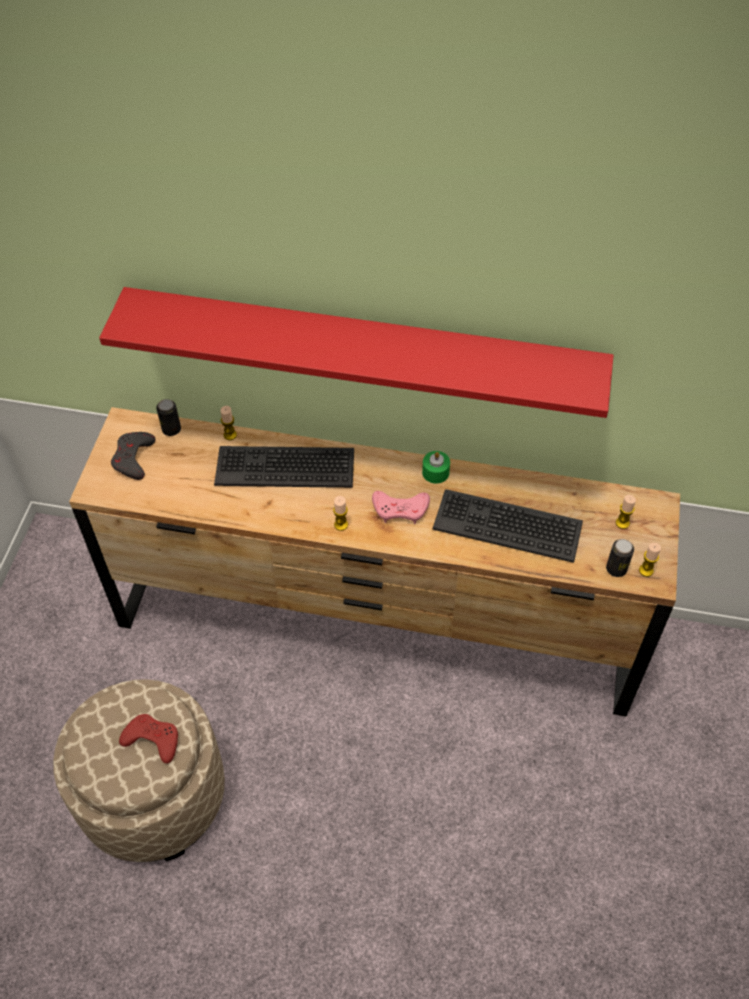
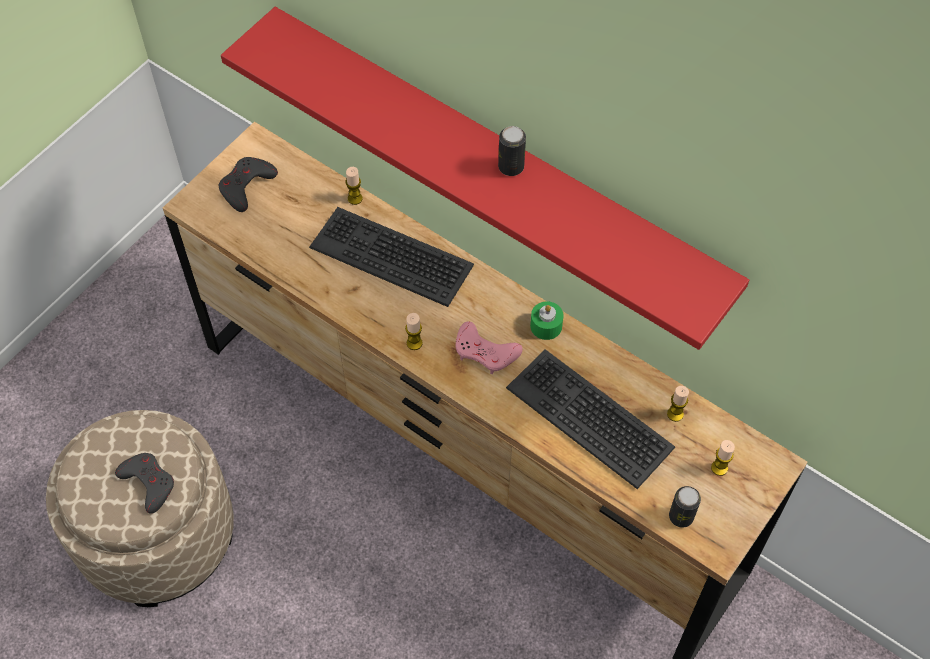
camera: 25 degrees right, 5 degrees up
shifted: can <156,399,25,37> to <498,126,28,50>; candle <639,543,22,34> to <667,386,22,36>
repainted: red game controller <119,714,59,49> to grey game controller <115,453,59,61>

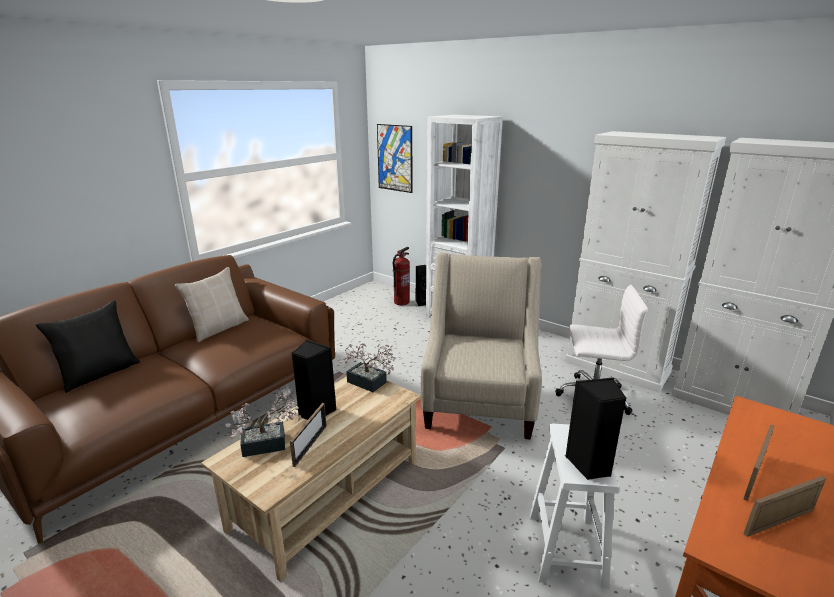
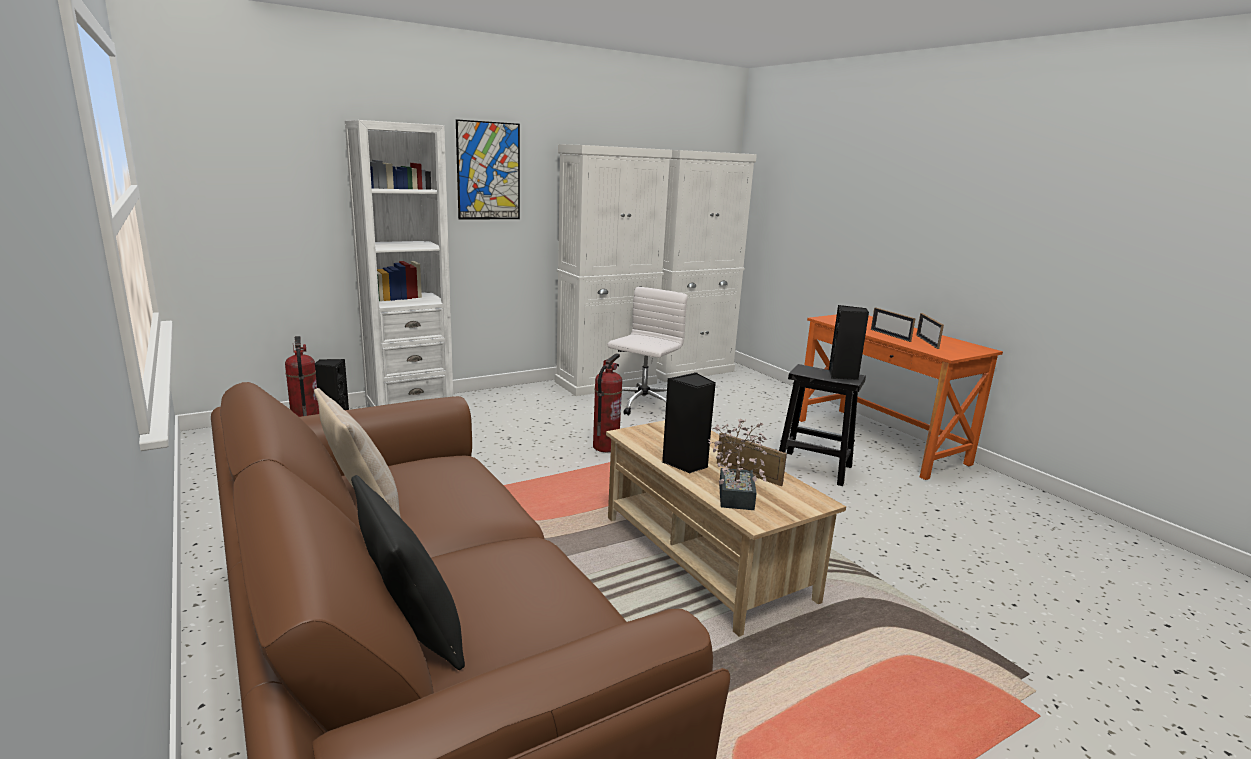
camera: 70 degrees left, 5 degrees down
gone: potted plant <338,343,59,49>
shifted: picture <377,124,36,69> to <456,119,64,101>
swapped: beige armchair <421,252,121,187> to fire extinguisher <593,353,29,99>
repainted: white stool <530,424,90,165> to black stool <779,364,87,122>

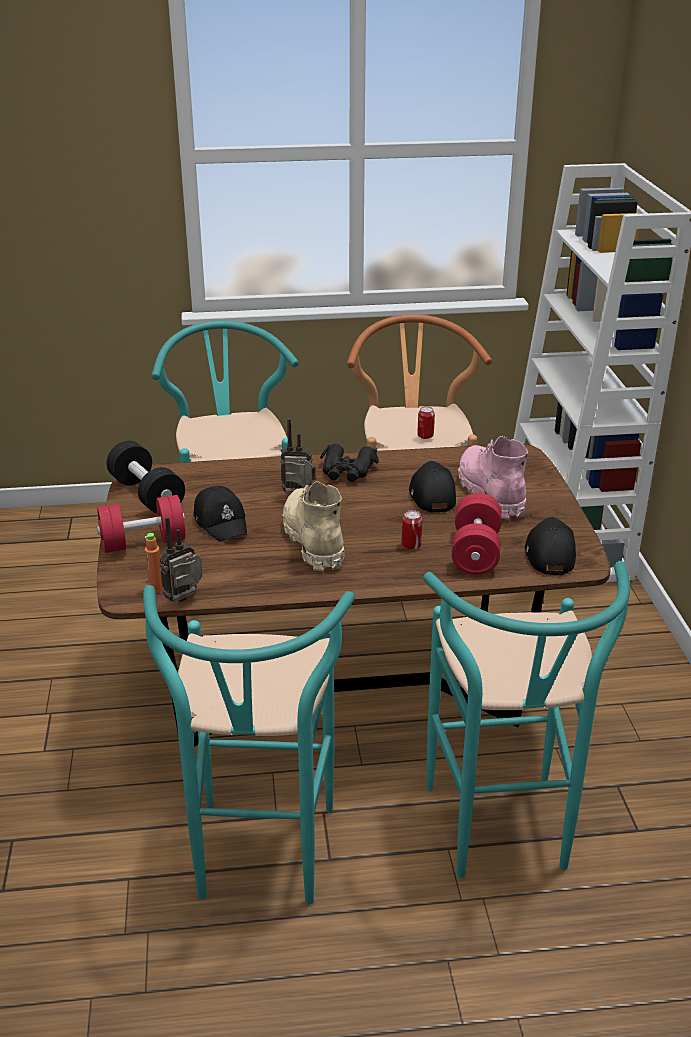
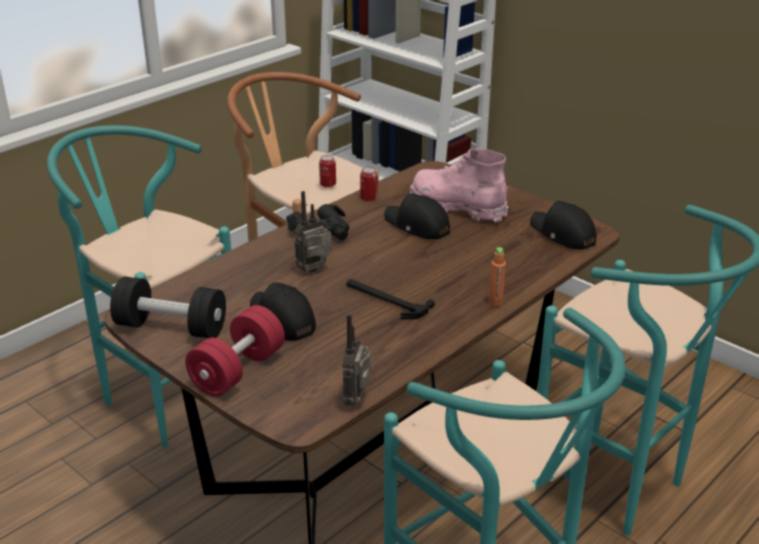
camera: 40 degrees left, 0 degrees up
gone: red dumbbell <451,493,51,82>
shifted: can <401,510,22,40> to <360,167,18,34>; orange bottle <145,533,19,60> to <489,247,17,60>
swapped: beige boot <283,481,61,91> to hammer <346,279,89,40>
rotated: black cap <194,486,53,56> = <250,282,66,59> 150 degrees counterclockwise

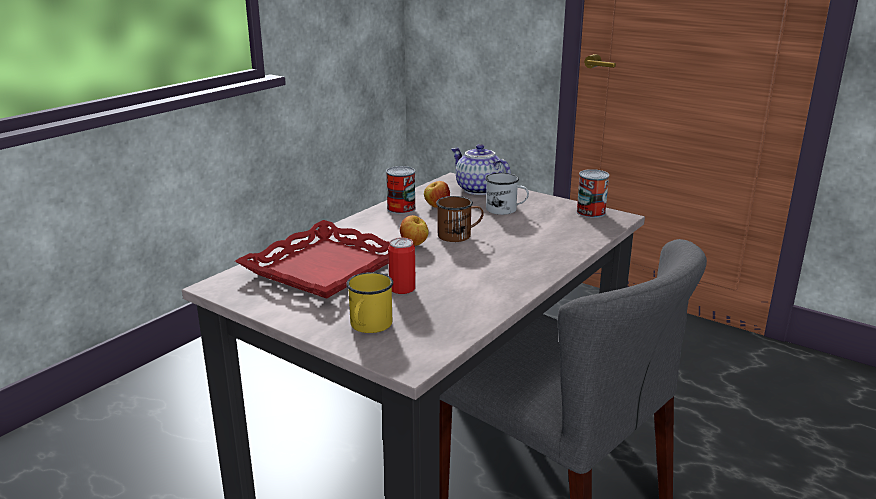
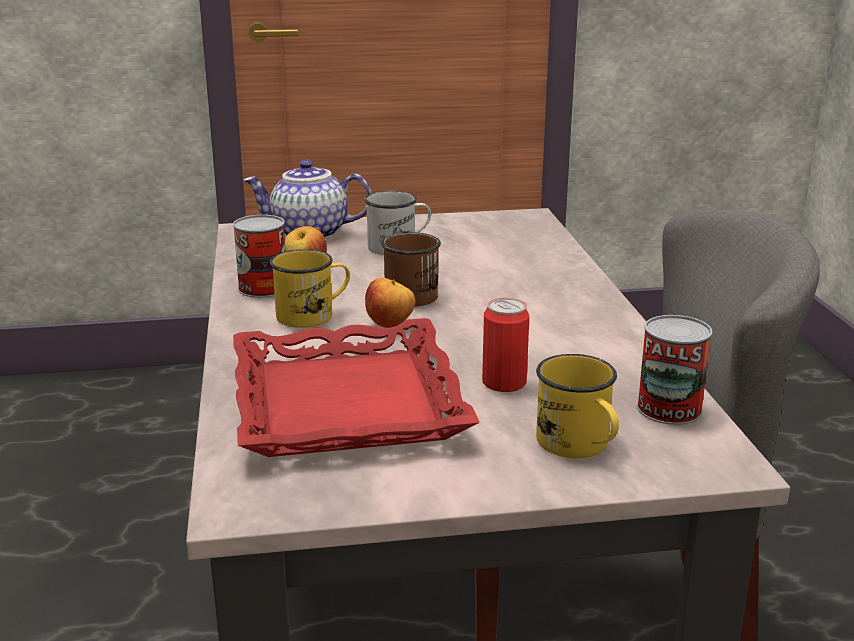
camera: 45 degrees left, 0 degrees up
new: yellow mug <270,249,80,79>
shifted: can <576,169,33,49> to <637,315,75,110>

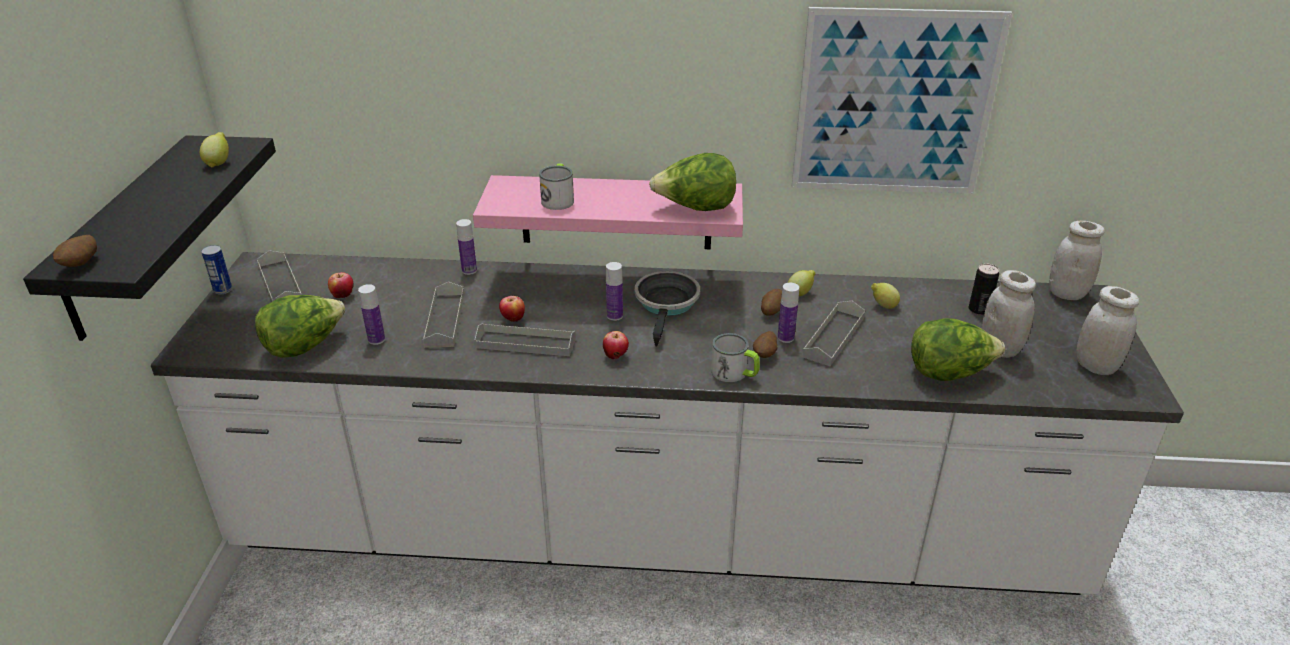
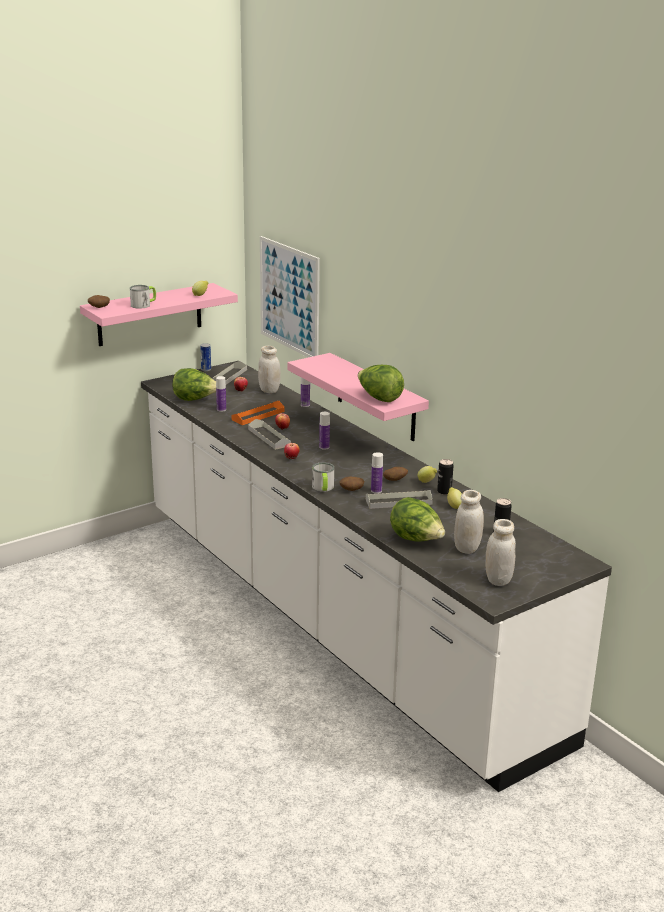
camera: 50 degrees right, 10 degrees down
gone: frying pan <635,271,65,75>
new: can <437,459,17,36>
shifted: picture <792,7,220,187> to <260,236,60,121>; mug <539,164,35,46> to <130,285,26,24>; white jar <1049,221,56,79> to <258,346,23,47>
repainted: black shelf <23,135,253,206> to pink shelf <80,283,158,63>; grey tray <423,282,41,66> to orange tray <232,401,53,24>

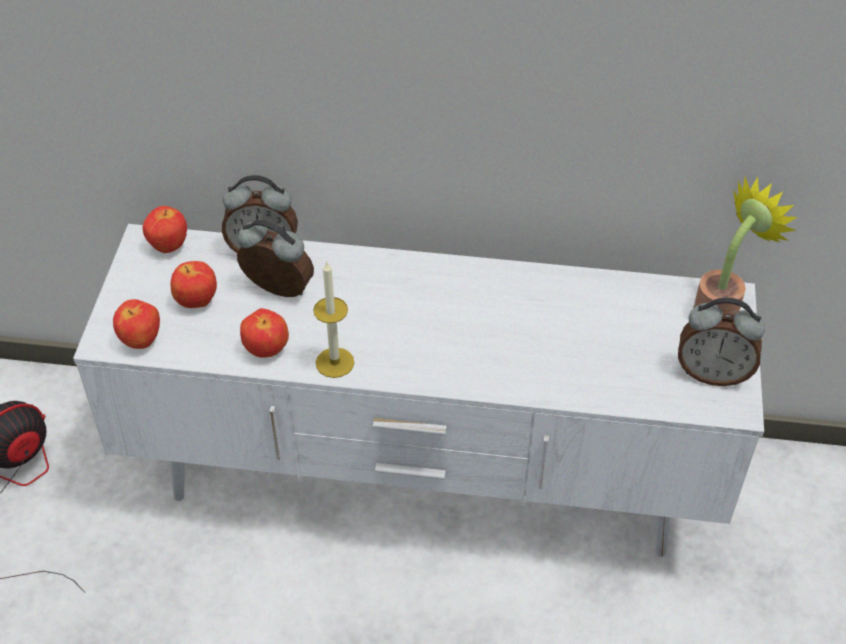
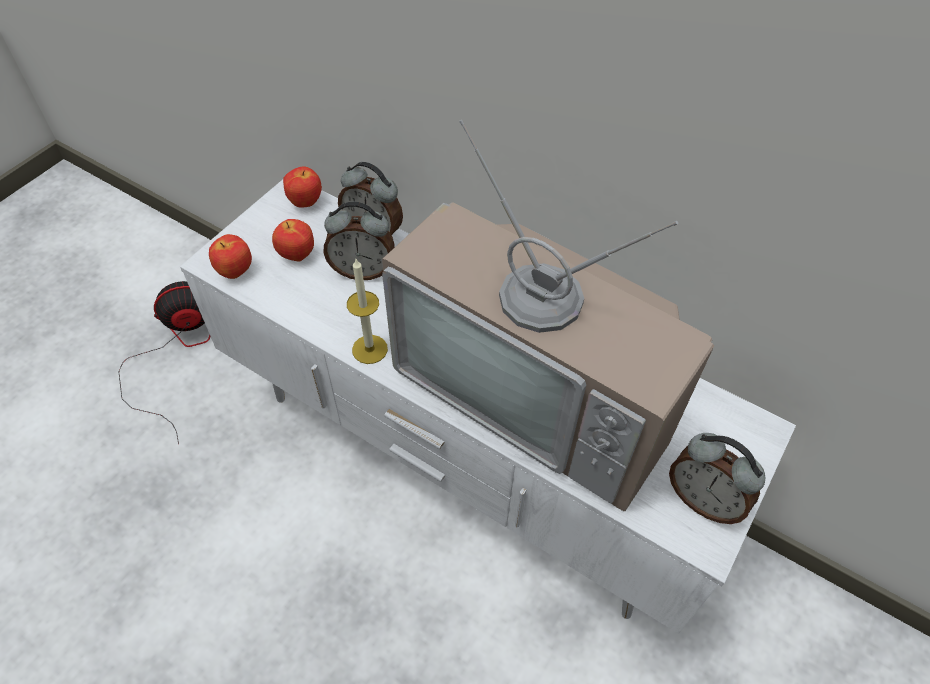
camera: 25 degrees right, 5 degrees up
gone: potted plant <693,176,104,139>; apple <240,308,49,50>
new: television <382,120,332,391>
rotated: alarm clock <237,219,77,78> = <323,202,72,78> 135 degrees clockwise

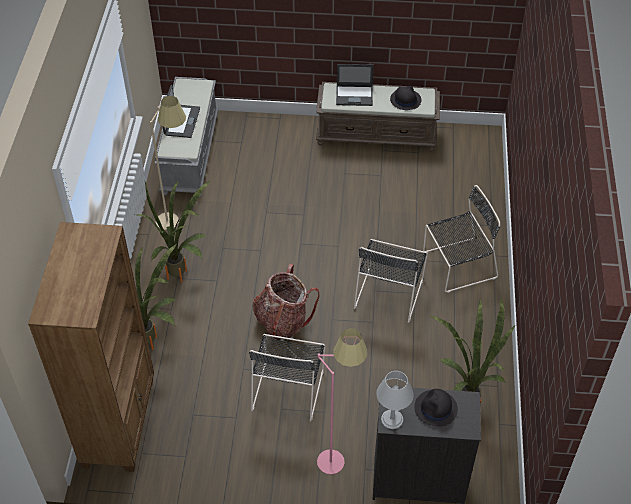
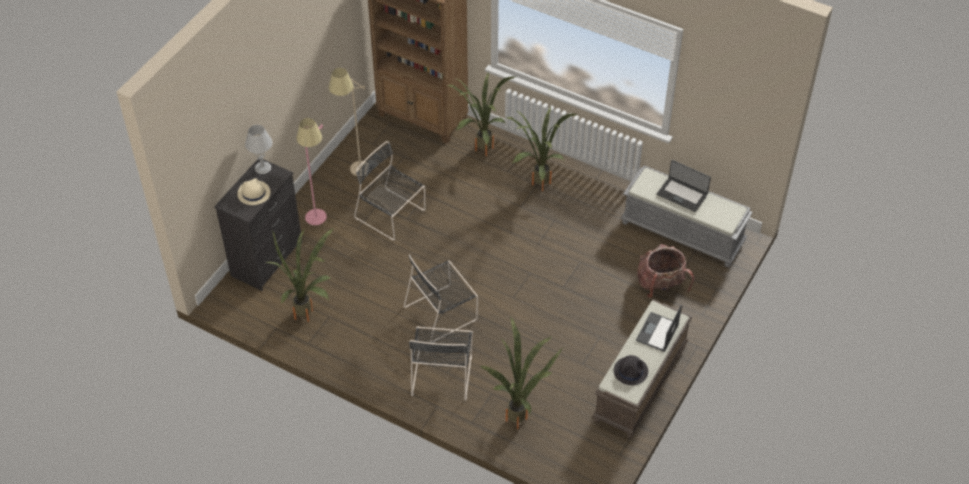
camera: 115 degrees right, 0 degrees up
new: potted plant <480,317,83,112>
shifted: beige floor lamp <150,96,36,134> to <329,68,42,108>; backpack <253,264,67,76> to <637,244,57,54>
repainted: black hat <414,389,44,38> to beige hat <237,178,33,27>
rotated: black chair <354,239,74,84> = <404,254,74,89> 75 degrees counterclockwise

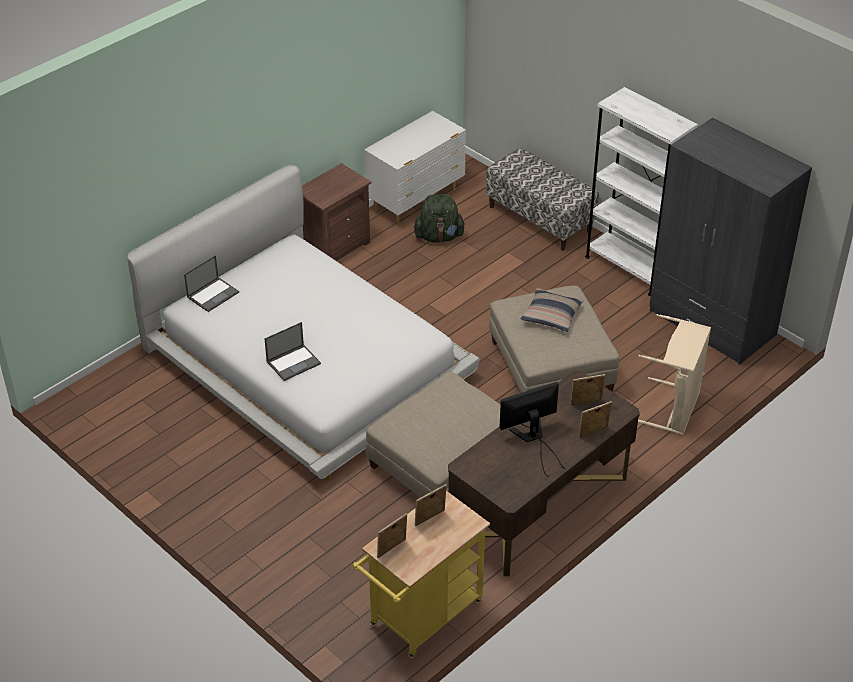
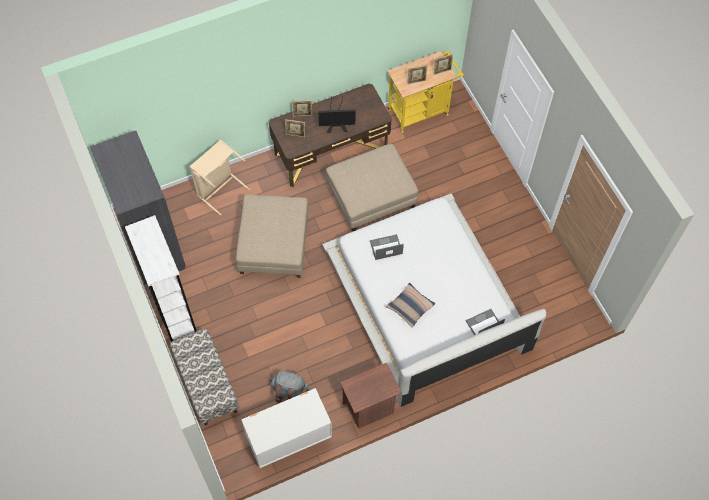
camera: 160 degrees left, 20 degrees up
shifted: pillow <521,288,62,44> to <386,283,49,45>; laptop <265,322,56,59> to <370,234,34,26>
repainted: green backpack <414,194,52,49> to grey backpack <270,370,39,33>

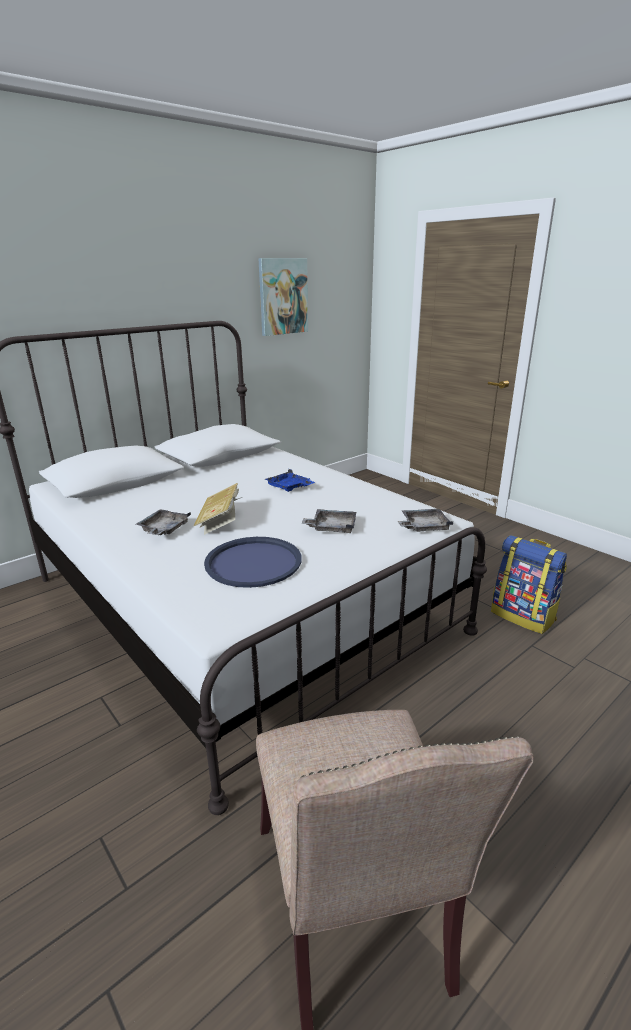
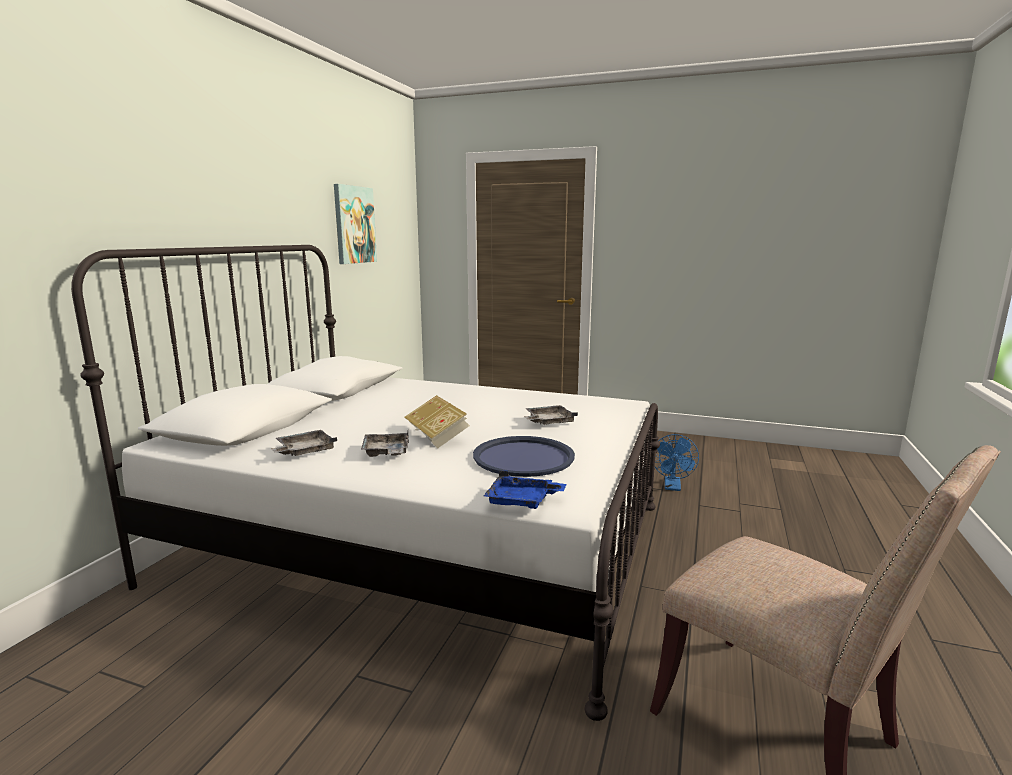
camera: 30 degrees left, 10 degrees down
shifted: blue tray <265,469,50,23> to <484,470,83,39>; grey tray <398,509,55,23> to <271,430,66,26>
swapped: backpack <491,535,76,99> to blue fan <655,434,44,57>

